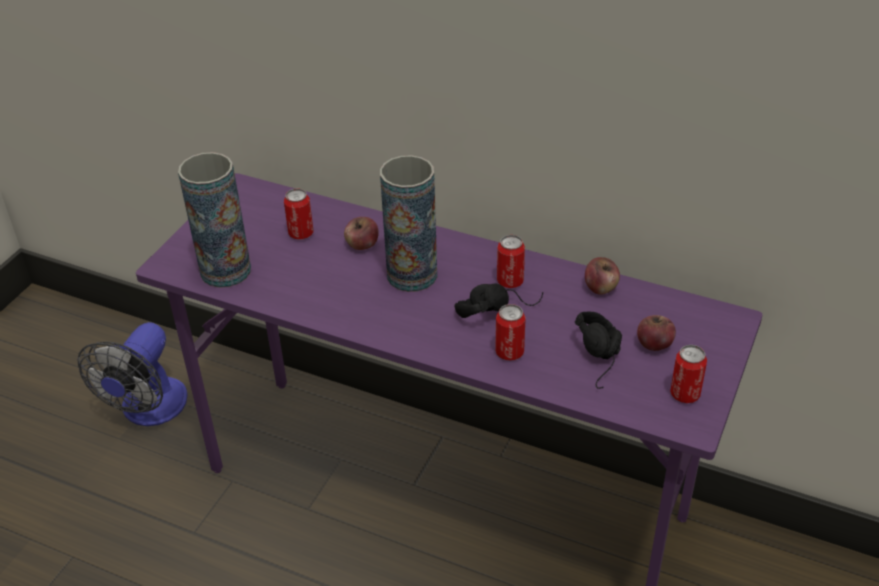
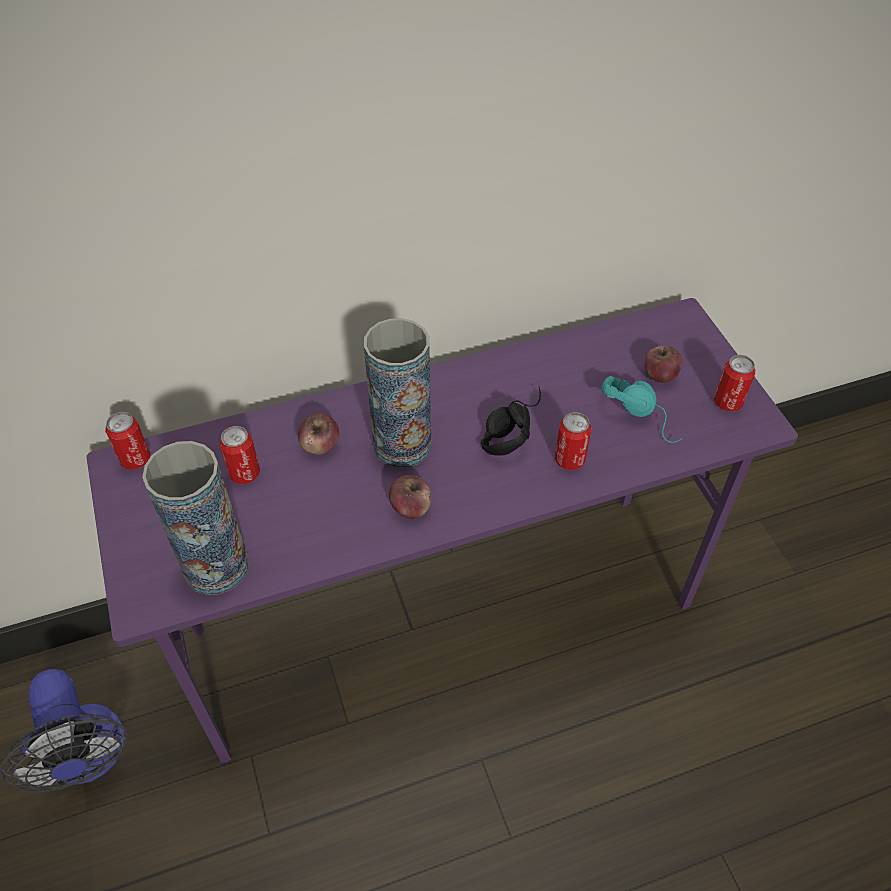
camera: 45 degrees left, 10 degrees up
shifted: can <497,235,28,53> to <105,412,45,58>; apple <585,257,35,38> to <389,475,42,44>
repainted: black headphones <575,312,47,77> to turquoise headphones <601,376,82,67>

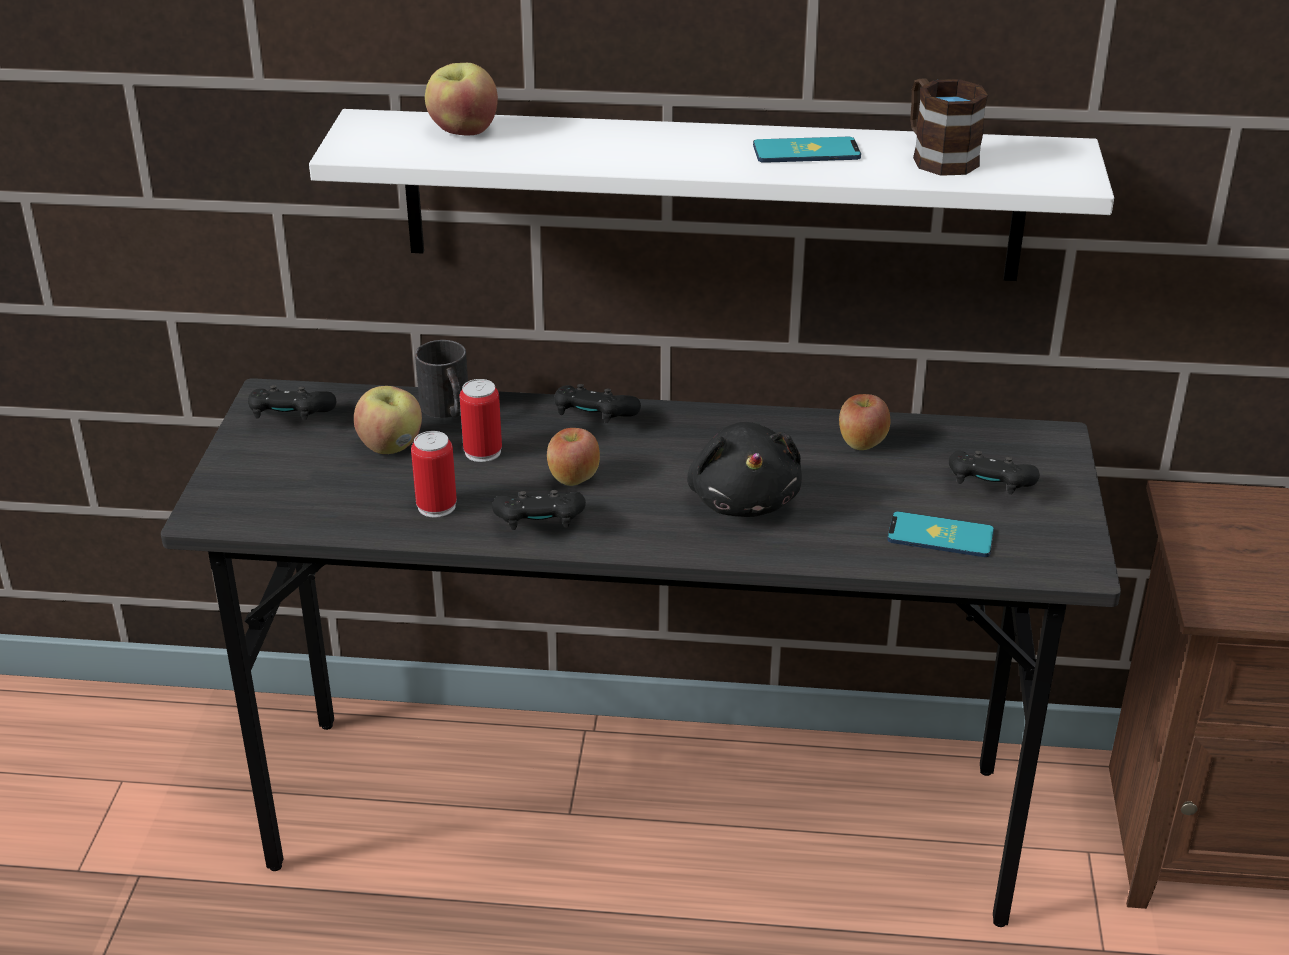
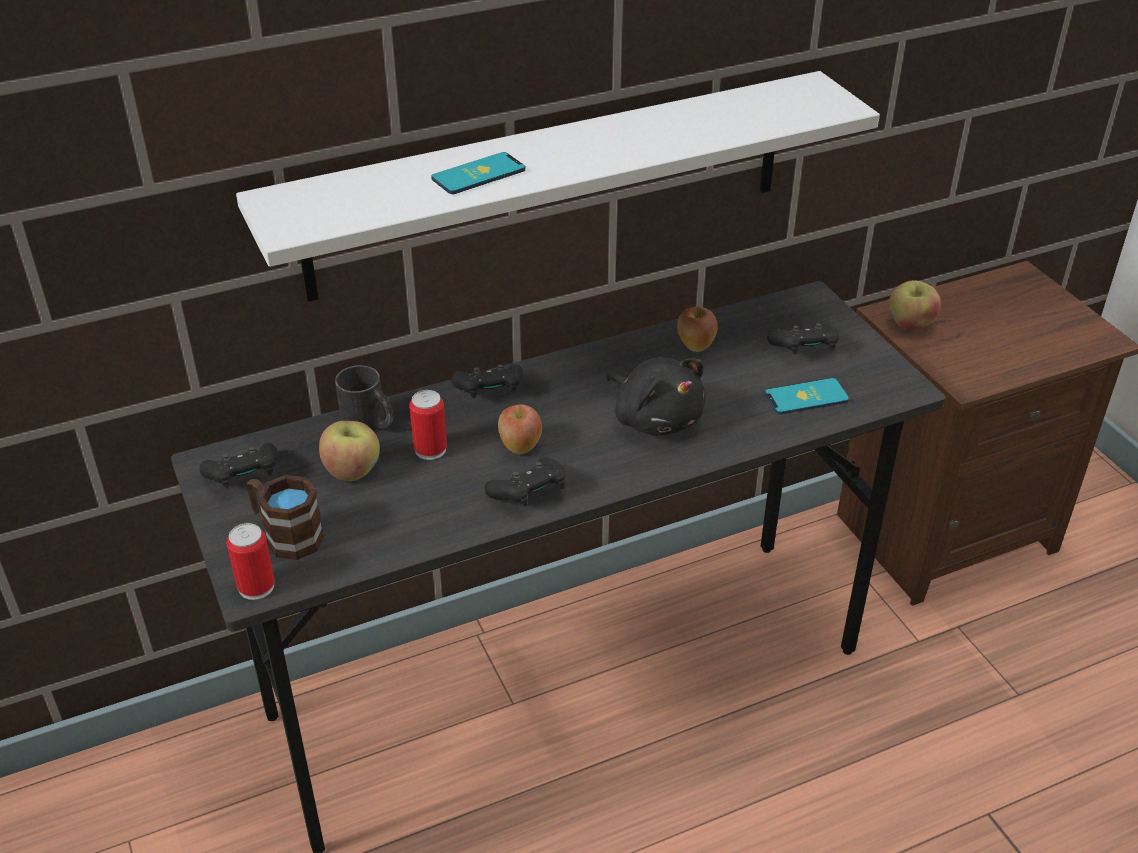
camera: 30 degrees left, 5 degrees up
shifted: apple <425,63,73,72> to <889,280,52,50>; brown mug <910,78,78,98> to <247,475,77,85>; phone <753,137,108,26> to <431,152,95,42>; can <411,431,46,86> to <227,523,48,77>

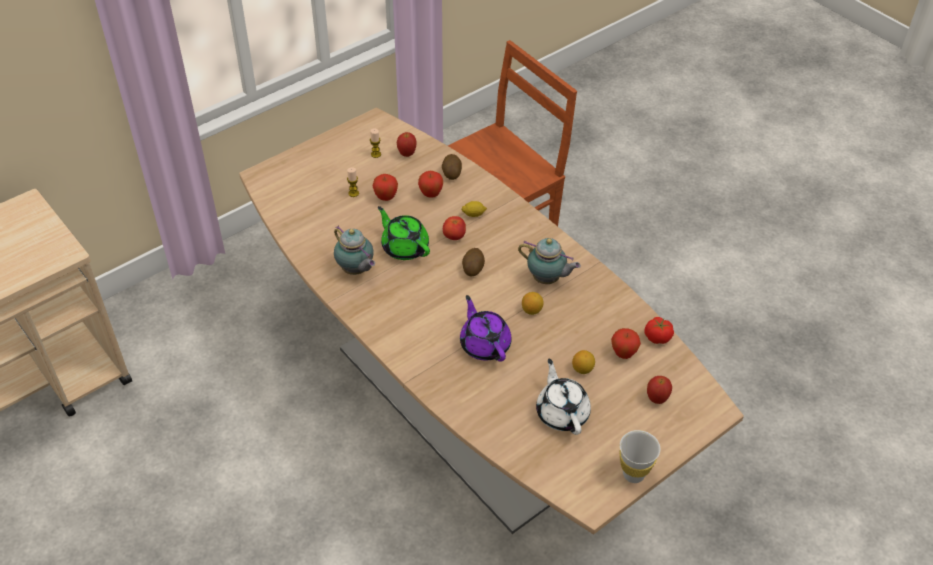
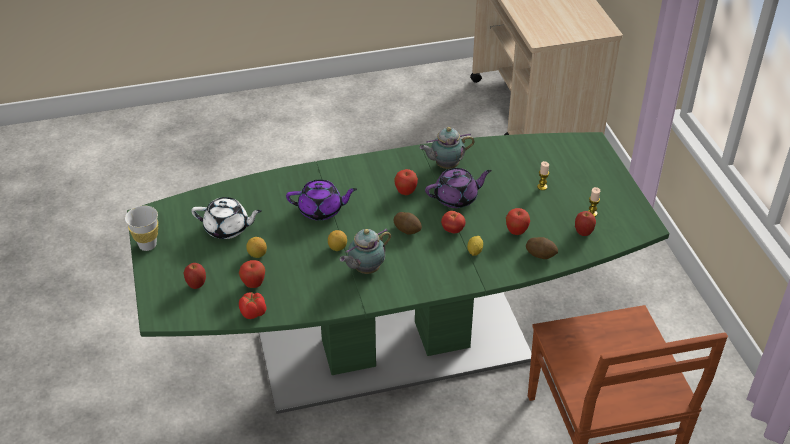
camera: 115 degrees right, 5 degrees down
shifted: apple <373,174,25,27> to <394,169,24,26>
repainted: brown dining table <239,108,505,426> to green dining table <127,132,542,282>; green teapot <378,206,52,54> to purple teapot <425,168,67,40>

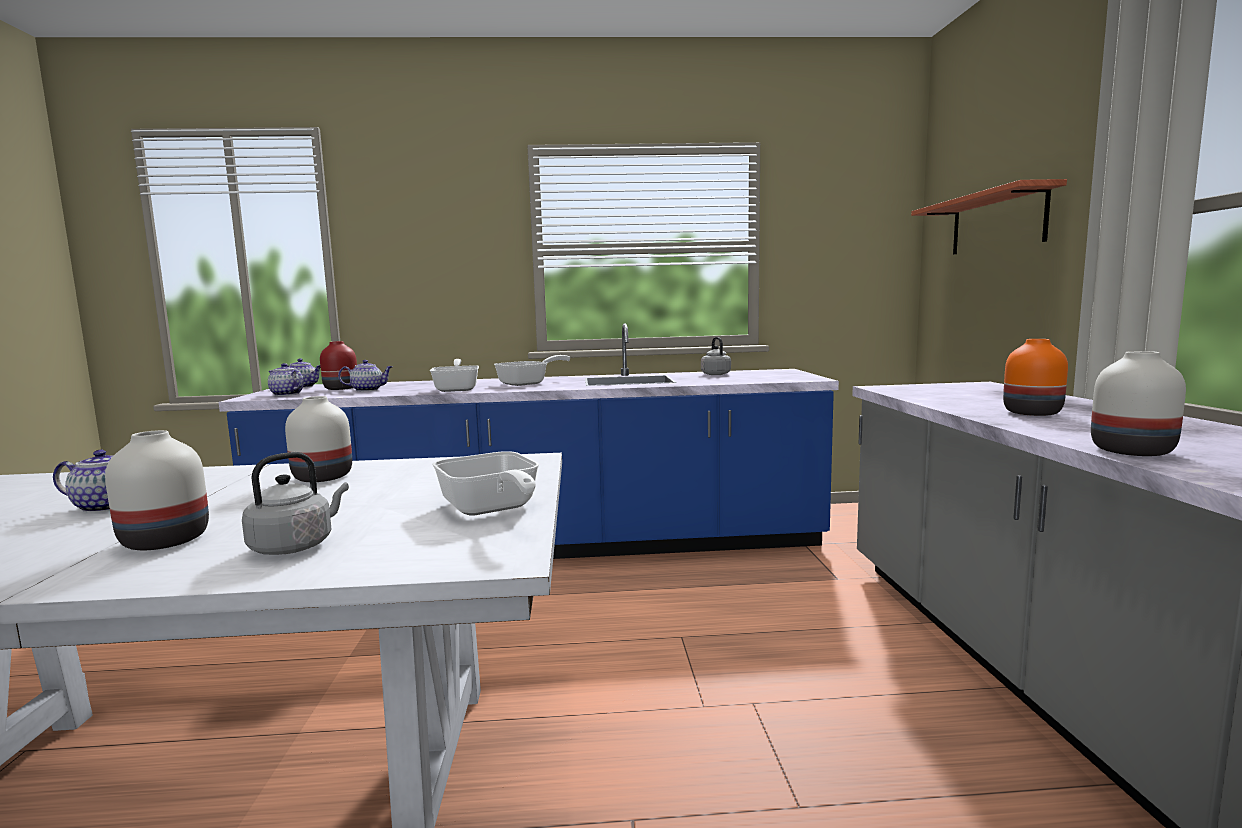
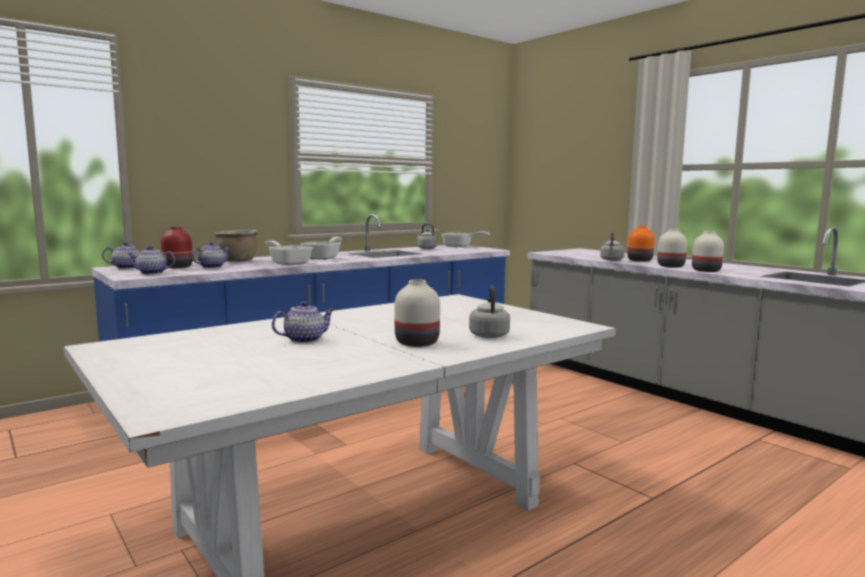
camera: 35 degrees left, 0 degrees up
gone: shelf <911,179,156,76>
new: brown cooking pot <215,229,42,33>; grey kettle <600,231,25,30>
shifted: white vase <285,396,67,86> to <657,229,30,39>; frying pan <433,451,106,65> to <442,232,48,15>

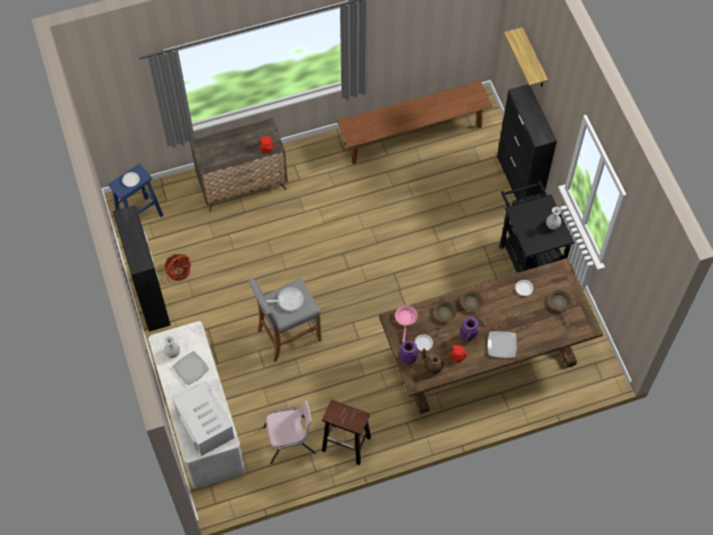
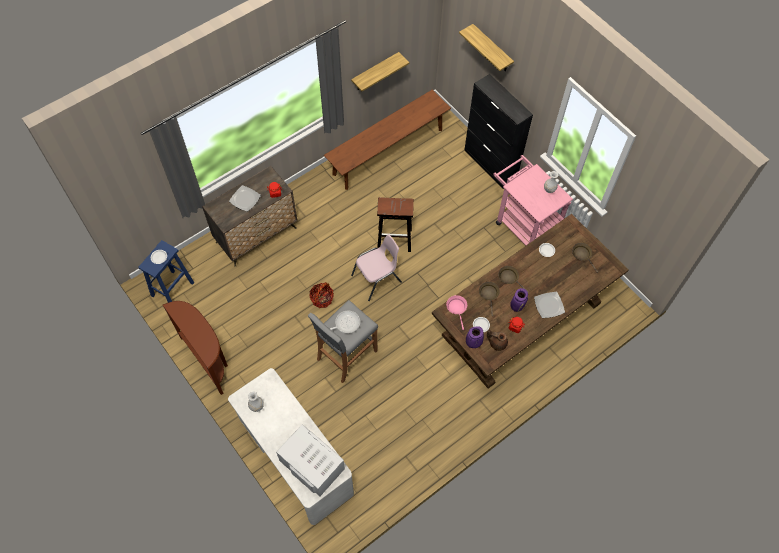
camera: 20 degrees left, 0 degrees up
new: shelf <351,52,58,40>
shifted: basket <164,254,27,27> to <309,282,25,26>; plate <172,351,37,34> to <229,185,32,27>; brown stool <322,399,49,66> to <377,197,37,55>; pink chair <263,401,53,63> to <351,234,51,67>
swapped: black cabinet <113,205,58,127> to brown console table <163,301,65,94>
repainted: black cart <499,180,75,93> to pink cart <493,155,80,90>

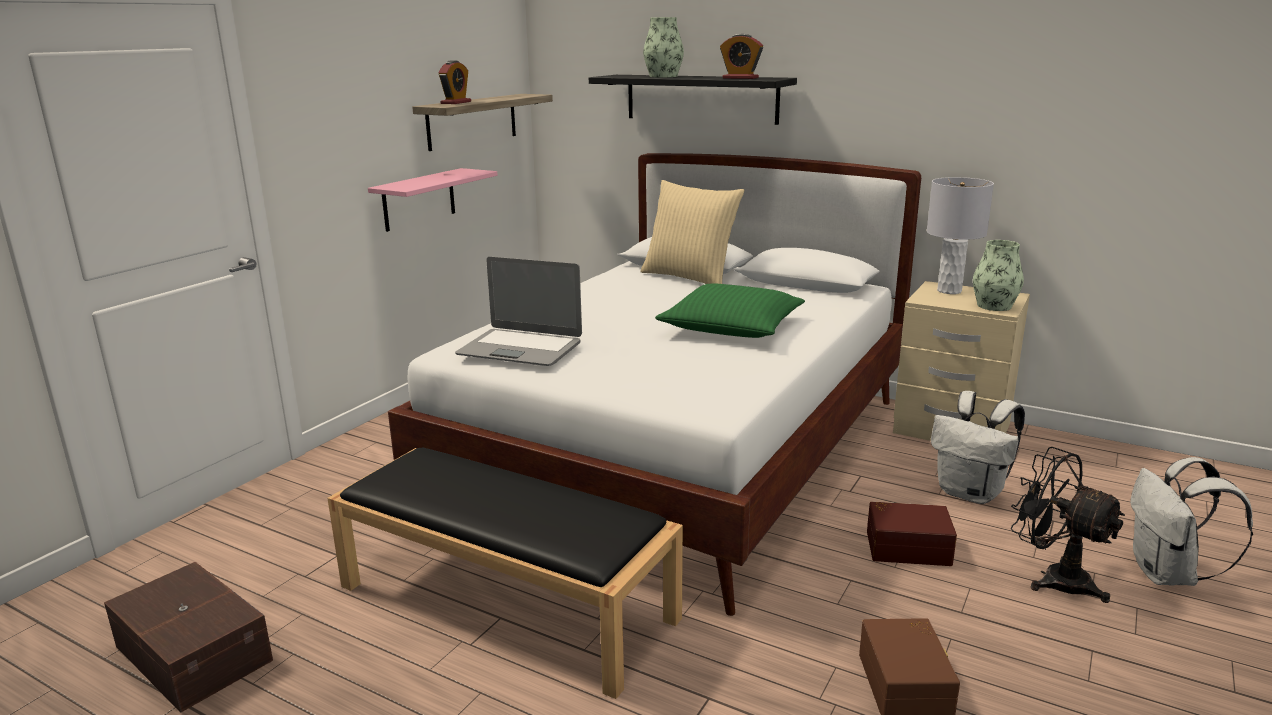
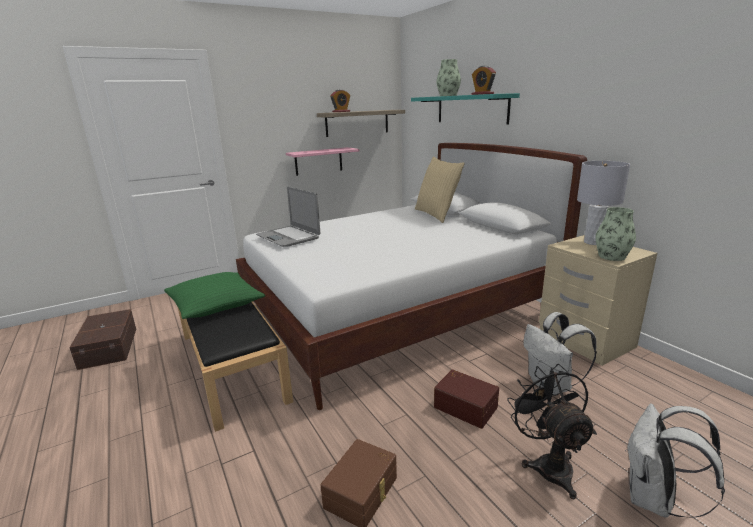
camera: 30 degrees right, 0 degrees up
shifted: green pillow <655,284,150,54> to <164,272,101,47>
repainted: black shelf <589,75,208,50> to turquoise shelf <411,93,109,32>

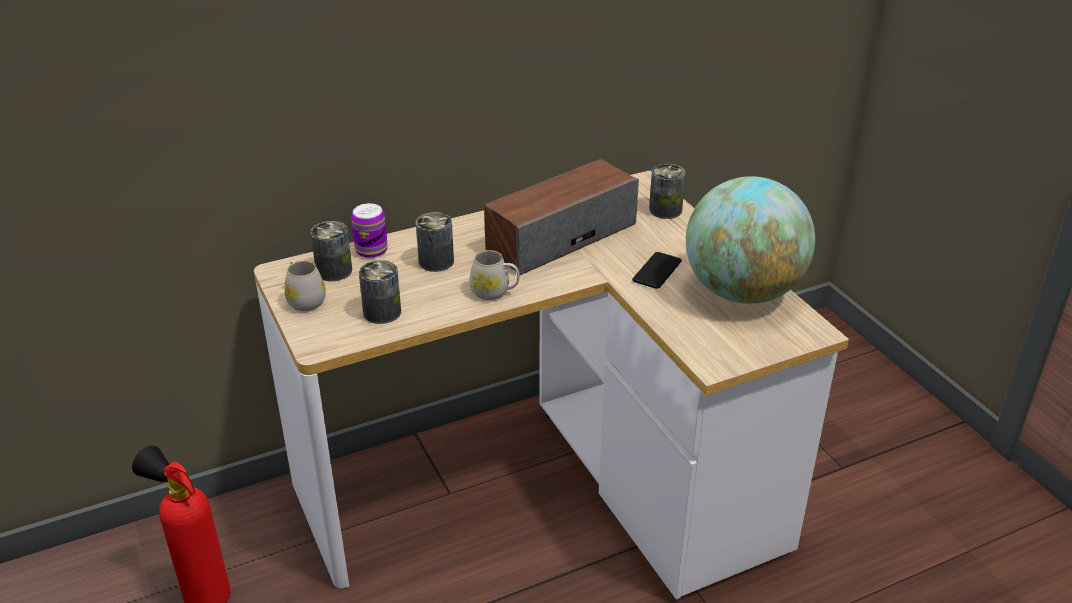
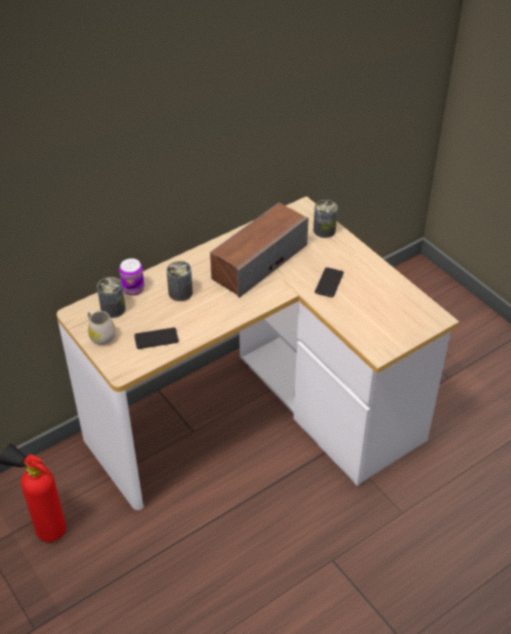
camera: 10 degrees left, 10 degrees up
gone: globe <686,176,129,128>; white mug <469,250,51,50>
swapped: can <359,260,42,64> to phone <134,328,45,21>

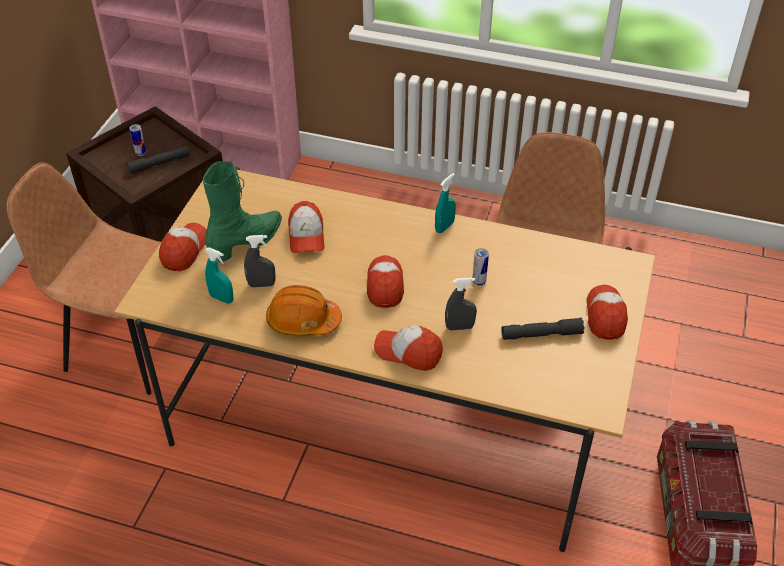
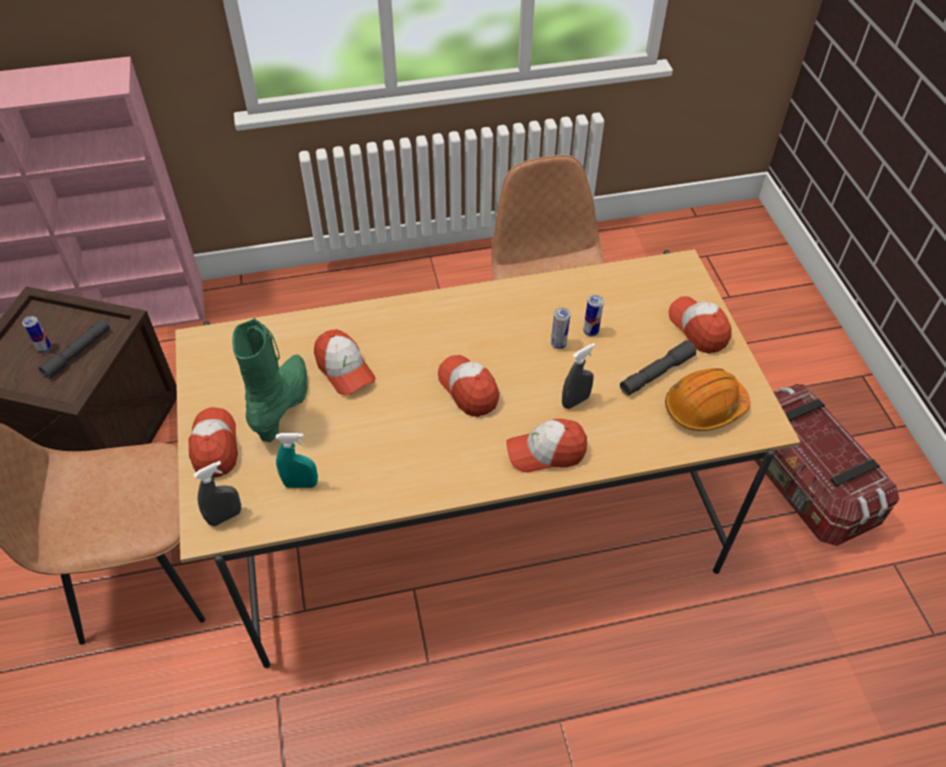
camera: 30 degrees left, 5 degrees up
gone: turquoise spray bottle <435,173,21,60>
new: can <583,295,21,41>
shifted: grey spray bottle <244,235,32,52> to <194,461,47,65>; orange hard hat <266,285,76,51> to <665,368,85,63>

